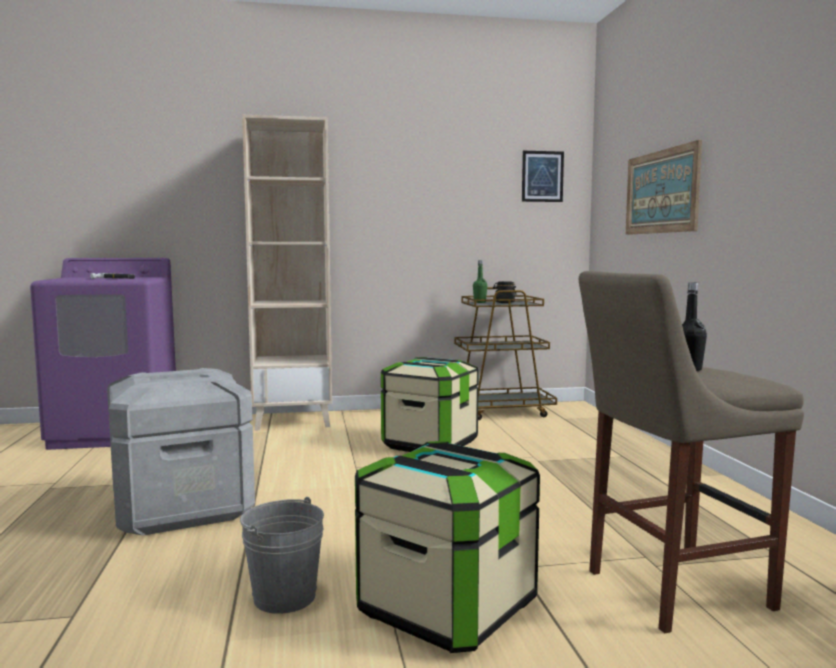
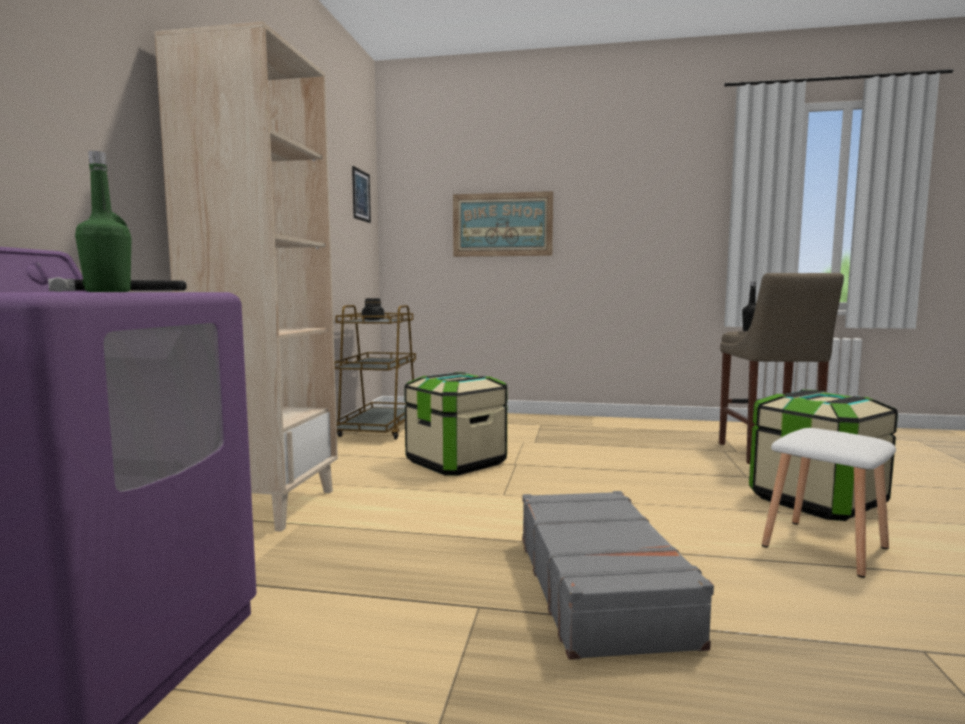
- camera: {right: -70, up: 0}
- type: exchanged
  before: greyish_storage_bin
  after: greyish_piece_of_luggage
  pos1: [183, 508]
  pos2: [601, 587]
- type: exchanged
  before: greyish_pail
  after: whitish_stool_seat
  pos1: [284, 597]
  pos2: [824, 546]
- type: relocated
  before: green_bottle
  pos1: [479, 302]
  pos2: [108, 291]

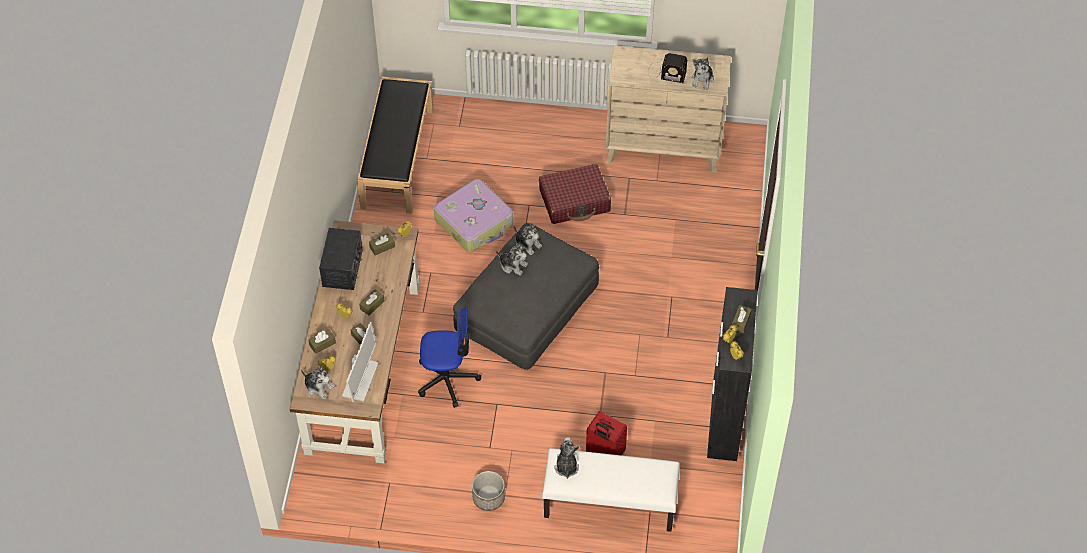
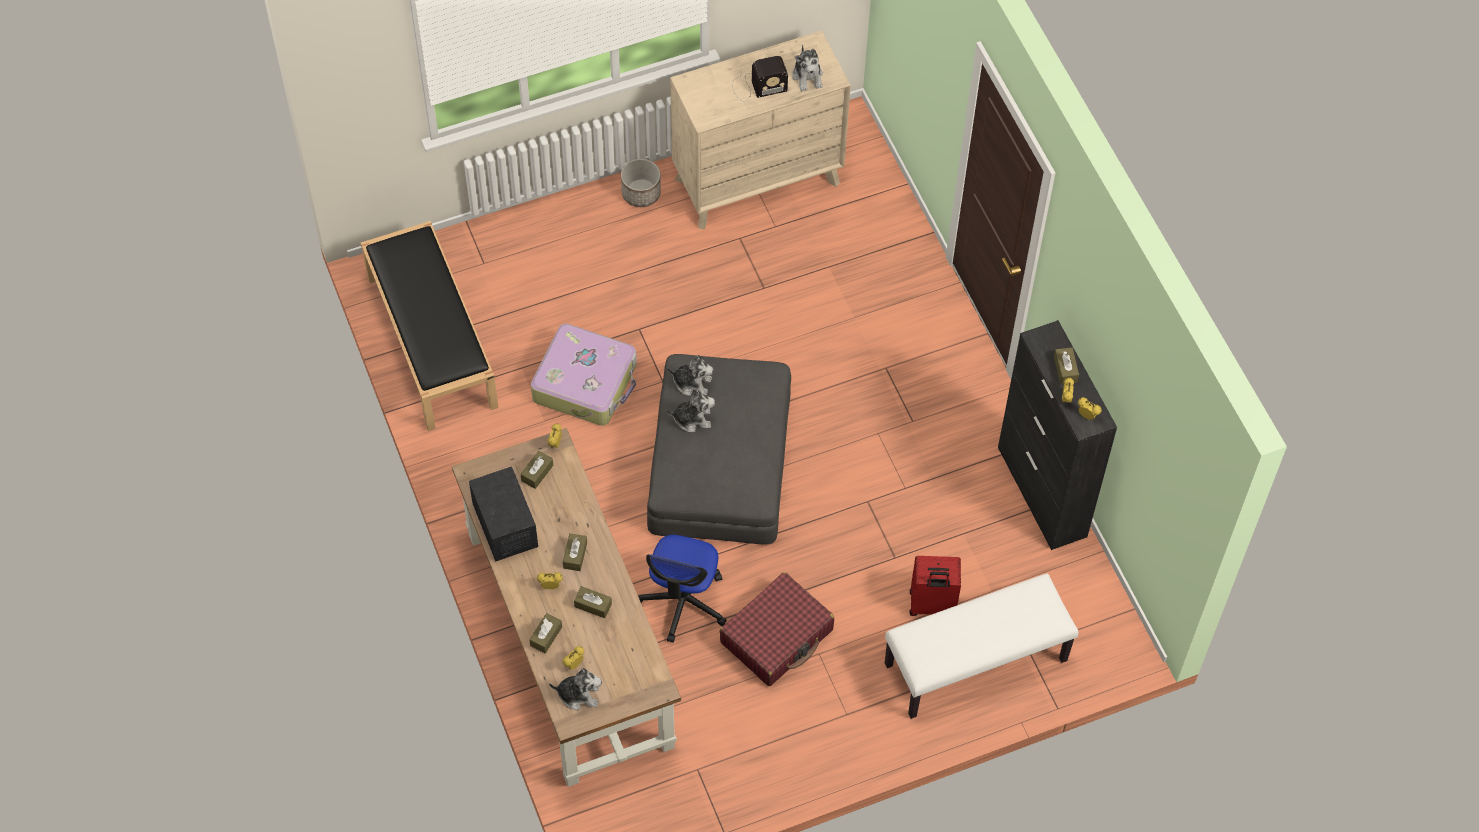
- camera: {right: -30, up: 5}
- type: missing
  before: computer_display
  pos1: [360, 380]
- type: spun
  before: office_chair
  pos1: [447, 379]
  pos2: [683, 602]
  turn: 135
- type: relocated
  before: flower_pot
  pos1: [489, 498]
  pos2: [641, 193]
- type: relocated
  before: red_piece_of_luggage
  pos1: [575, 201]
  pos2: [777, 636]
- type: missing
  before: plush_toy
  pos1: [566, 466]

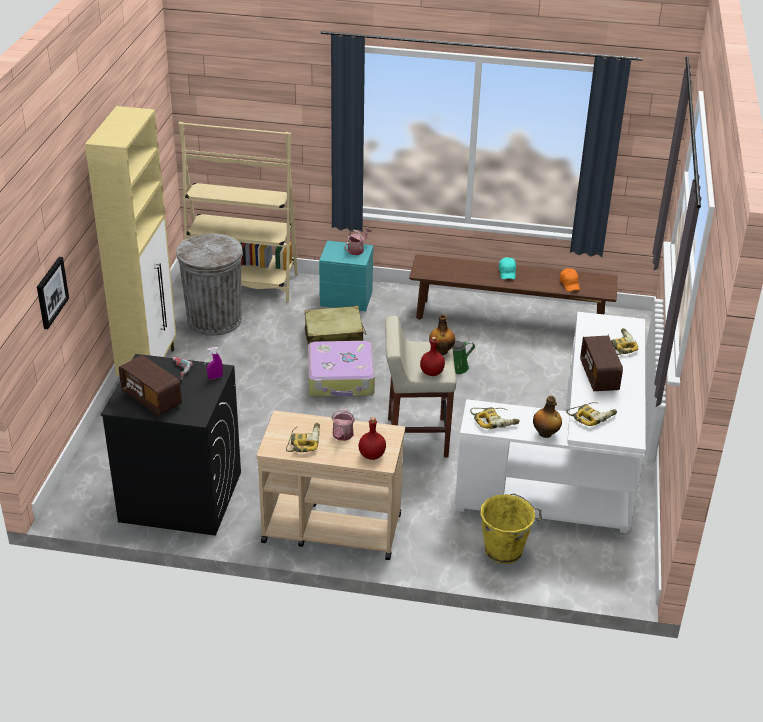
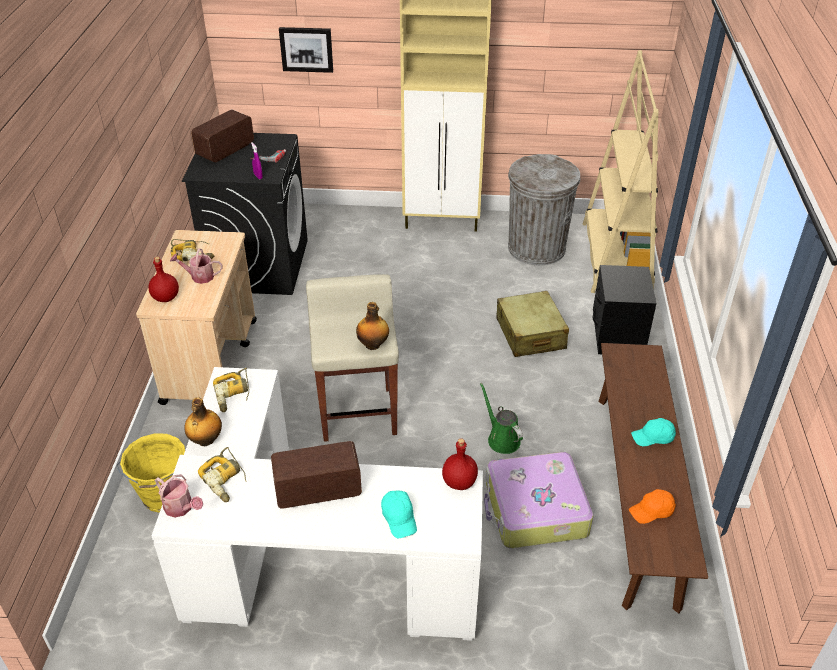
- camera: {right: 85, up: 5}
- type: relocated
  before: piece_of_luggage
  pos1: [341, 379]
  pos2: [535, 510]
- type: colour
  before: turquoise-coloured_nightstand
  after: black_nightstand
  pos1: [346, 299]
  pos2: [617, 336]
- type: relocated
  before: sprinkling_can
  pos1: [357, 250]
  pos2: [181, 508]
- type: relocated
  before: red_bottle
  pos1: [431, 373]
  pos2: [459, 482]
- type: exchanged
  before: power_drill
  after: turquoise-coloured_baseball_cap
  pos1: [620, 345]
  pos2: [399, 518]

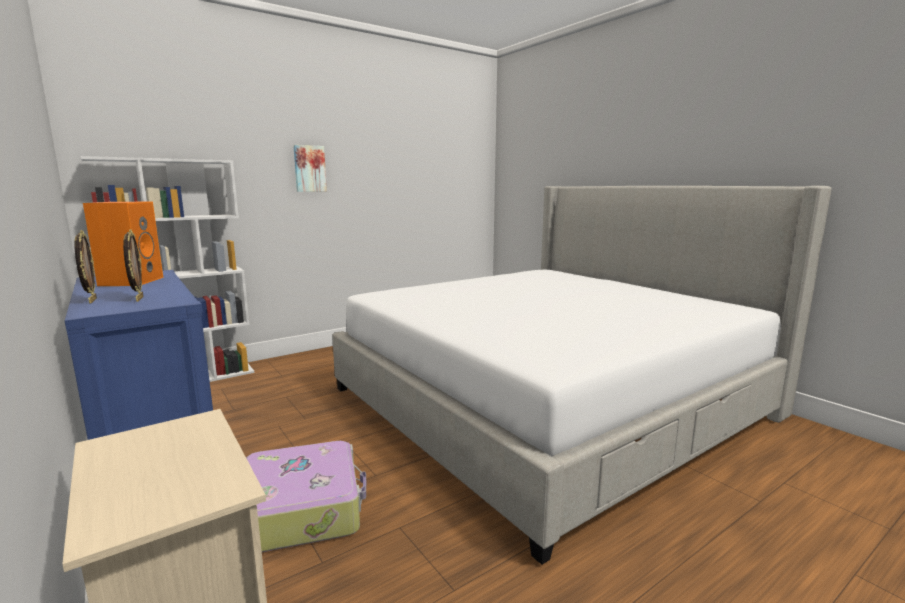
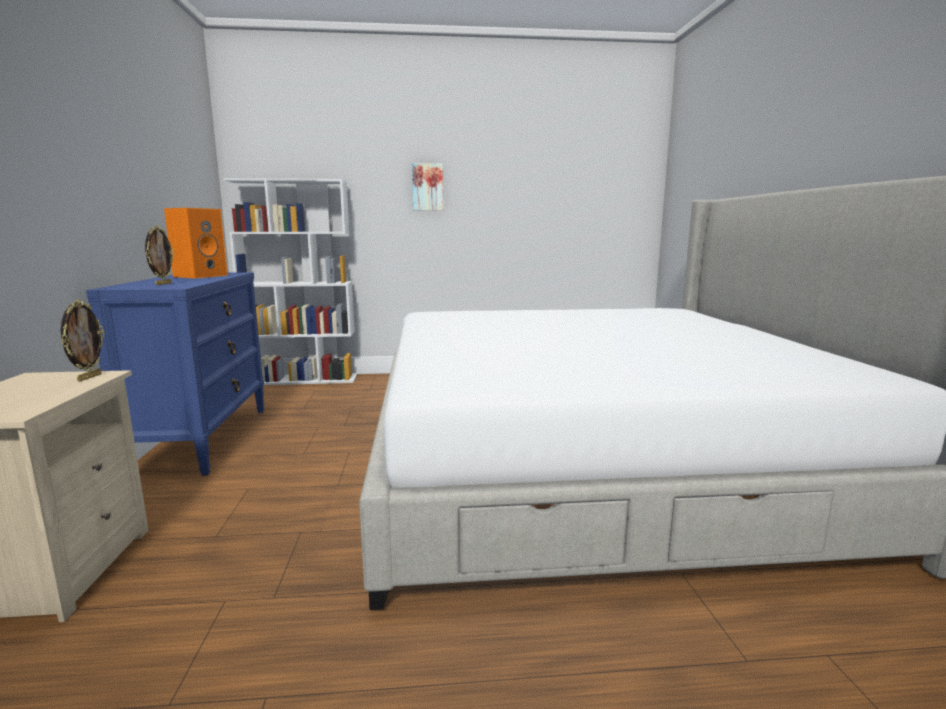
- camera: {right: 30, up: 0}
- type: relocated
  before: picture_frame
  pos1: [91, 301]
  pos2: [89, 377]
- type: missing
  before: piece_of_luggage
  pos1: [302, 509]

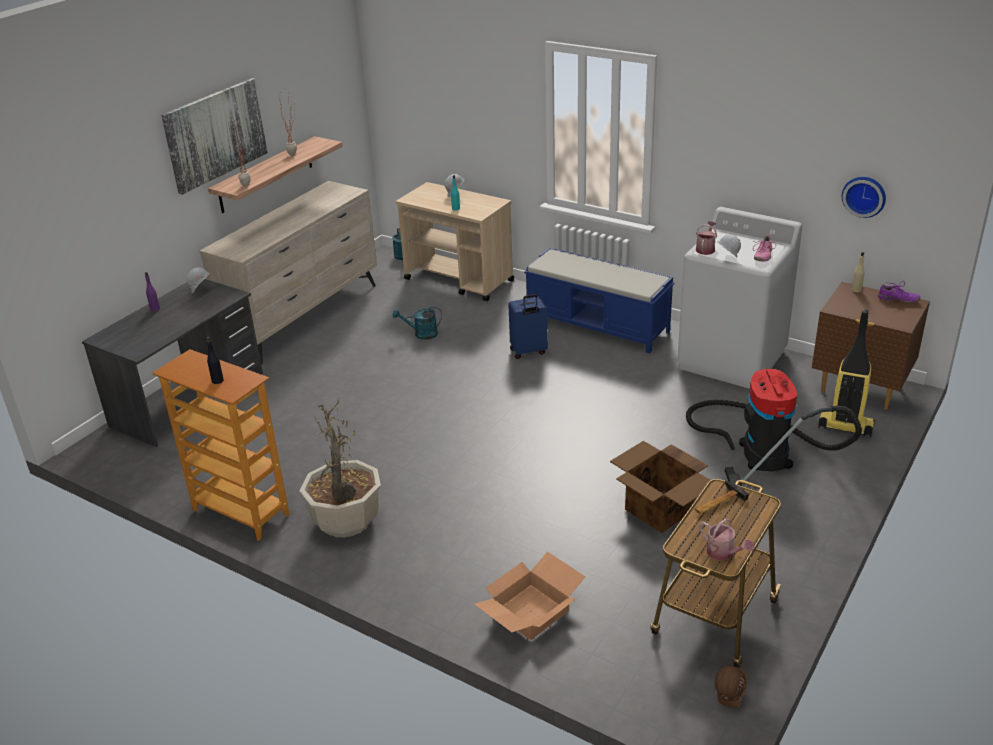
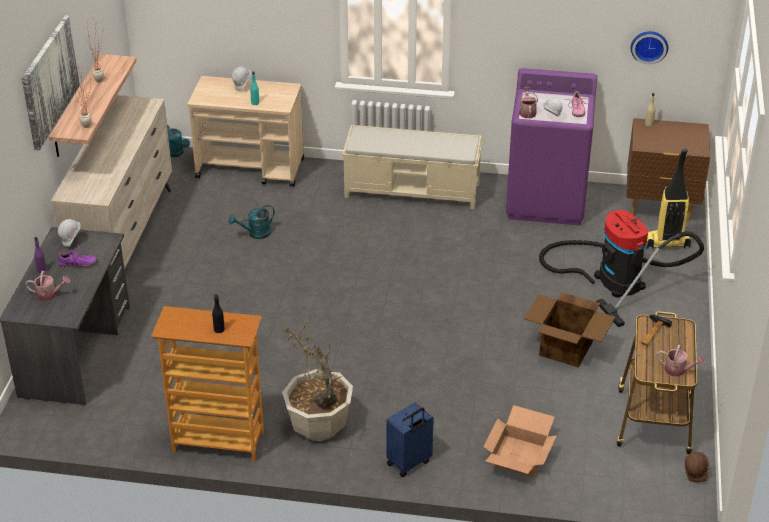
- camera: {right: -25, up: 5}
- type: relocated
  before: bluish_piece_of_luggage
  pos1: [528, 352]
  pos2: [409, 463]
- type: colour
  before: bluish_indoor_bench
  after: beige-coloured_indoor_bench
  pos1: [598, 325]
  pos2: [413, 191]
- type: colour
  before: whitish_laundry_appliance
  after: purple-coloured_laundry_appliance
  pos1: [732, 360]
  pos2: [547, 200]
- type: relocated
  before: purple-coloured_low_shoe
  pos1: [897, 300]
  pos2: [77, 264]
- type: appeared
  after: sprinkling_can
  pos2: [49, 295]

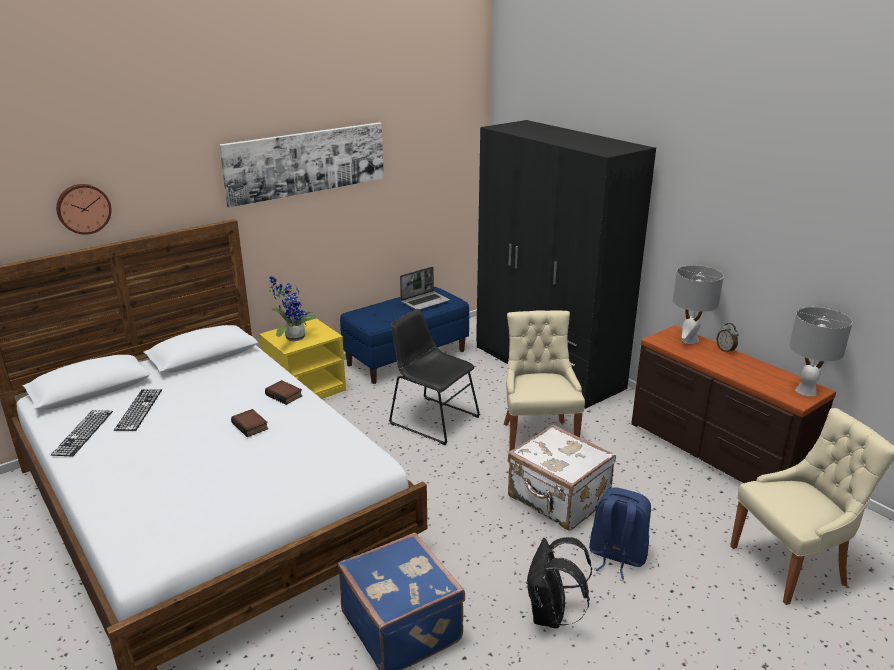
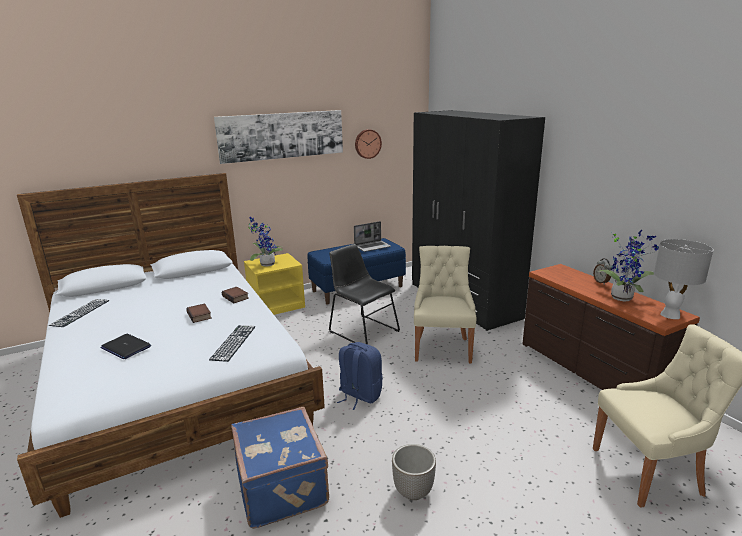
- camera: {right: 10, up: -5}
- type: relocated
  before: wall_clock
  pos1: [83, 208]
  pos2: [367, 144]
- type: relocated
  before: computer_keyboard
  pos1: [139, 409]
  pos2: [233, 342]
- type: missing
  before: whitish_piece_of_luggage
  pos1: [558, 500]
- type: exchanged
  before: black_rucksack
  after: flower_pot
  pos1: [551, 615]
  pos2: [413, 492]
- type: relocated
  before: bluish_rucksack
  pos1: [616, 556]
  pos2: [359, 395]
- type: missing
  before: greyish_lamp_for_a_table
  pos1: [689, 340]
- type: appeared
  after: portable_computer
  pos2: [126, 347]
- type: appeared
  after: plant_in_a_pot
  pos2: [623, 297]

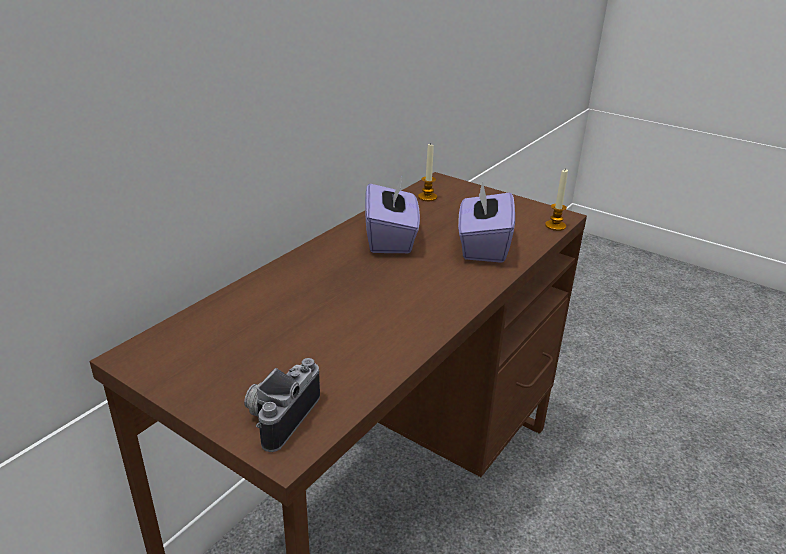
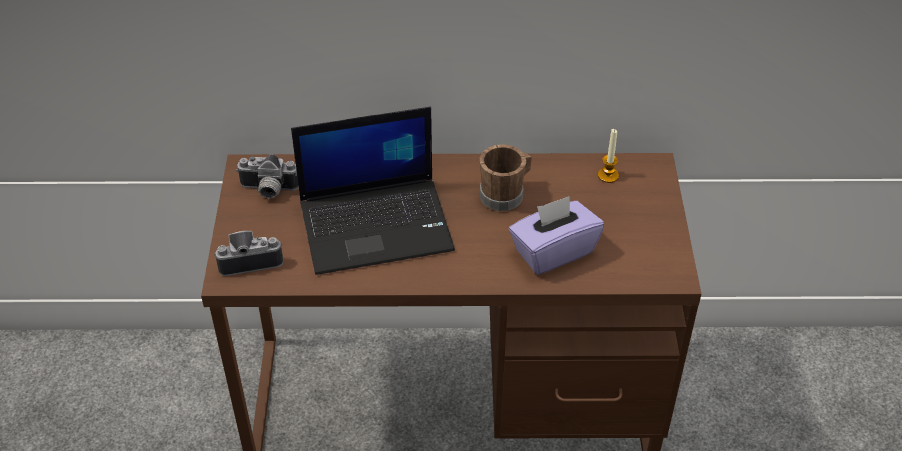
- camera: {right: 55, up: 15}
- type: exchanged
  before: purple-coloured_box_of_tissues
  after: brown-coloured_tea_mug
  pos1: [391, 239]
  pos2: [505, 194]
- type: missing
  before: candle
  pos1: [555, 226]
- type: appeared
  after: photo_camera
  pos2: [268, 191]
- type: appeared
  after: portable_computer
  pos2: [377, 224]

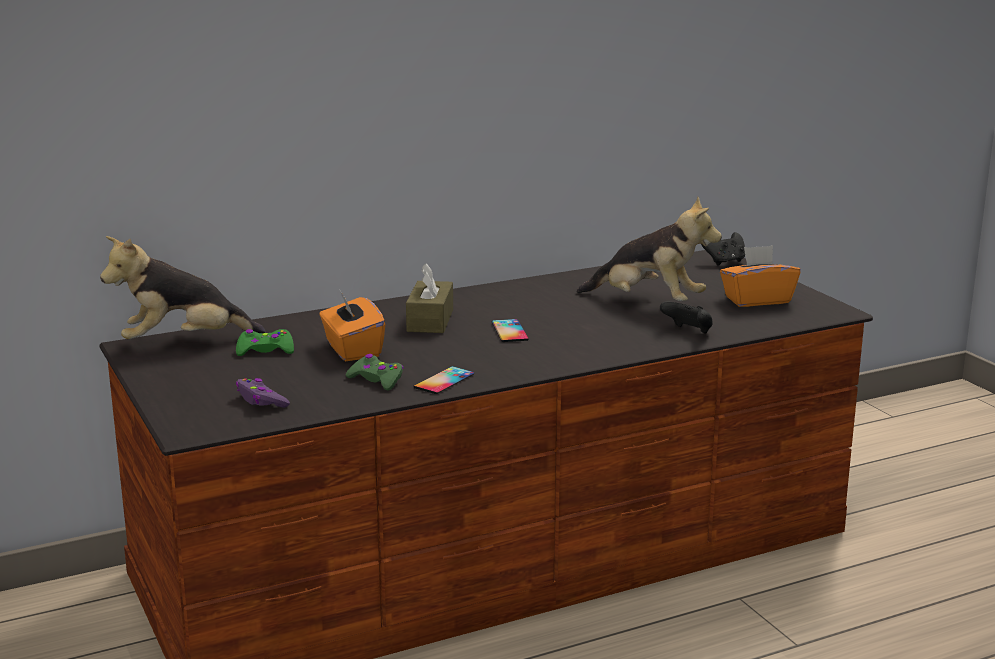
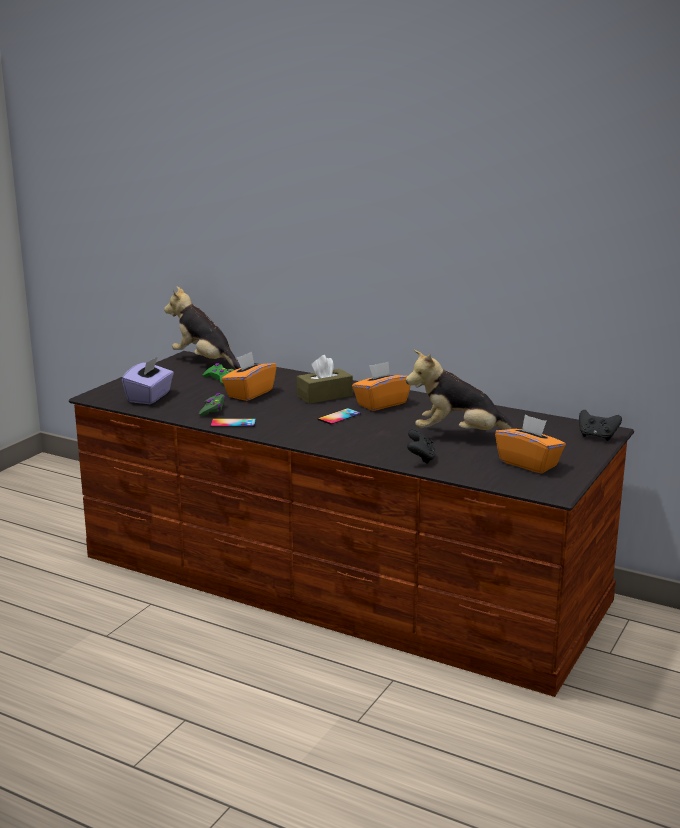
- camera: {right: 55, up: 0}
- type: exchanged
  before: purple-coloured_game_controller
  after: purple-coloured_box_of_tissues
  pos1: [261, 401]
  pos2: [149, 397]
- type: spun
  before: plush_toy
  pos1: [648, 302]
  pos2: [460, 436]
  turn: 105
- type: appeared
  after: orange_box_of_tissues
  pos2: [381, 404]

